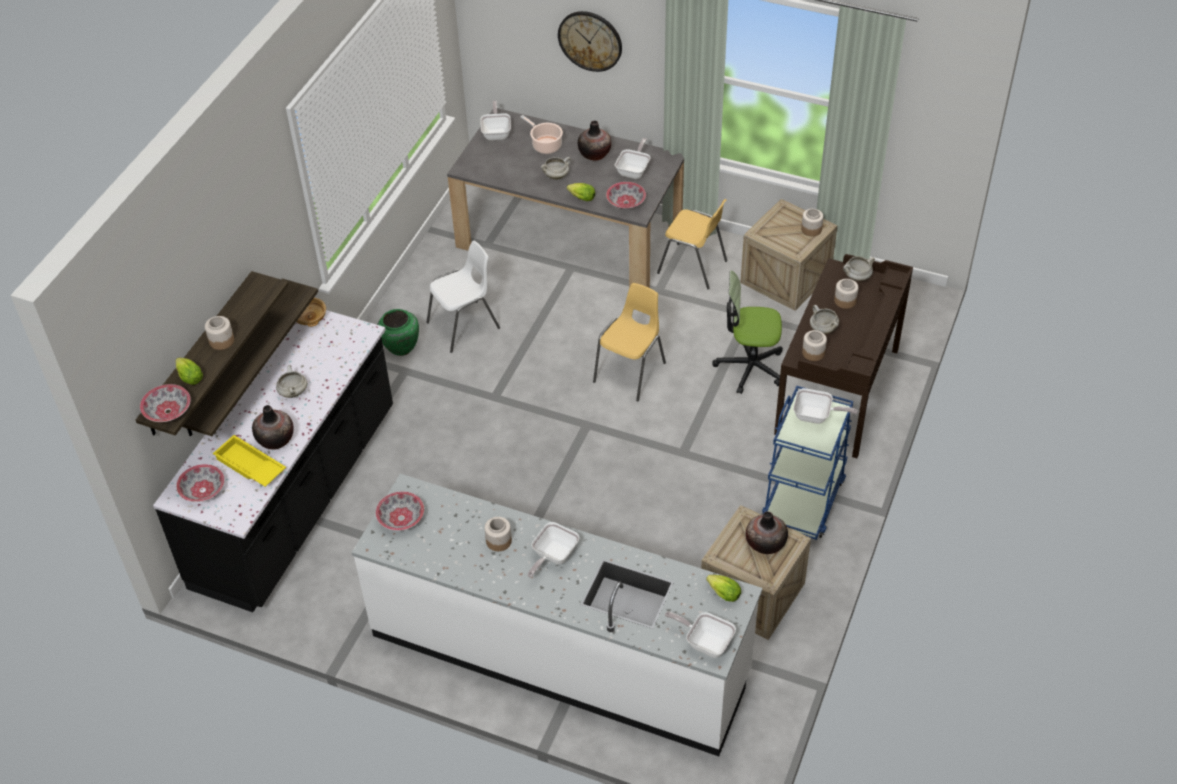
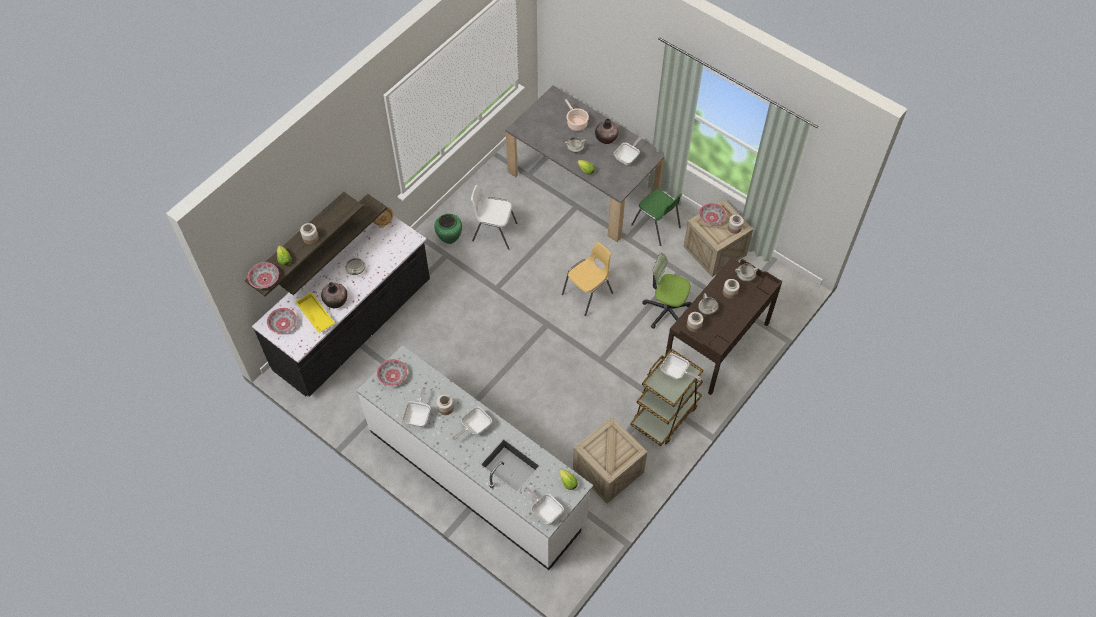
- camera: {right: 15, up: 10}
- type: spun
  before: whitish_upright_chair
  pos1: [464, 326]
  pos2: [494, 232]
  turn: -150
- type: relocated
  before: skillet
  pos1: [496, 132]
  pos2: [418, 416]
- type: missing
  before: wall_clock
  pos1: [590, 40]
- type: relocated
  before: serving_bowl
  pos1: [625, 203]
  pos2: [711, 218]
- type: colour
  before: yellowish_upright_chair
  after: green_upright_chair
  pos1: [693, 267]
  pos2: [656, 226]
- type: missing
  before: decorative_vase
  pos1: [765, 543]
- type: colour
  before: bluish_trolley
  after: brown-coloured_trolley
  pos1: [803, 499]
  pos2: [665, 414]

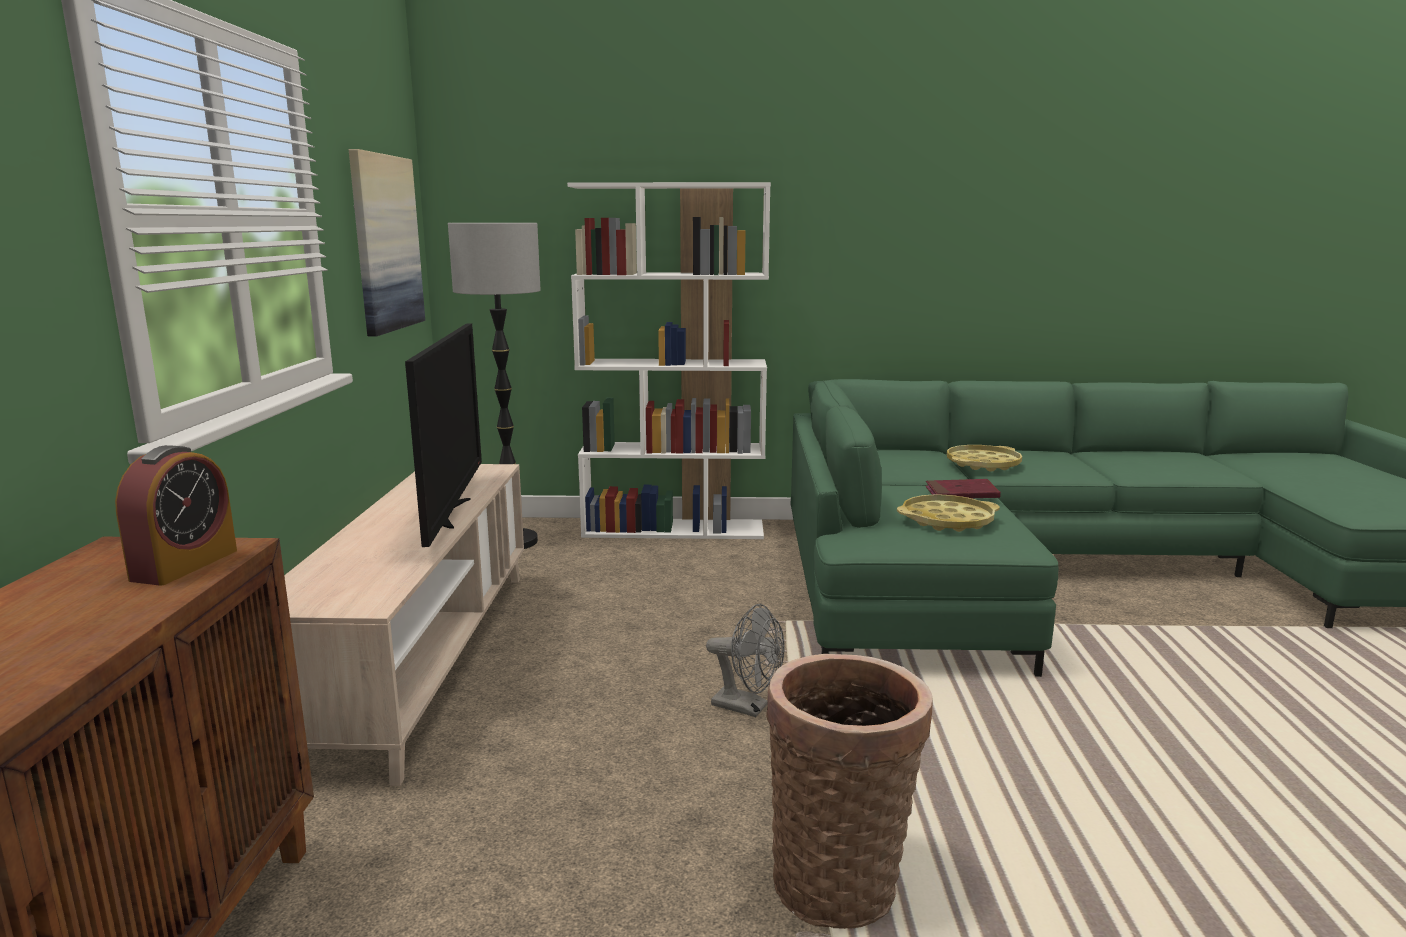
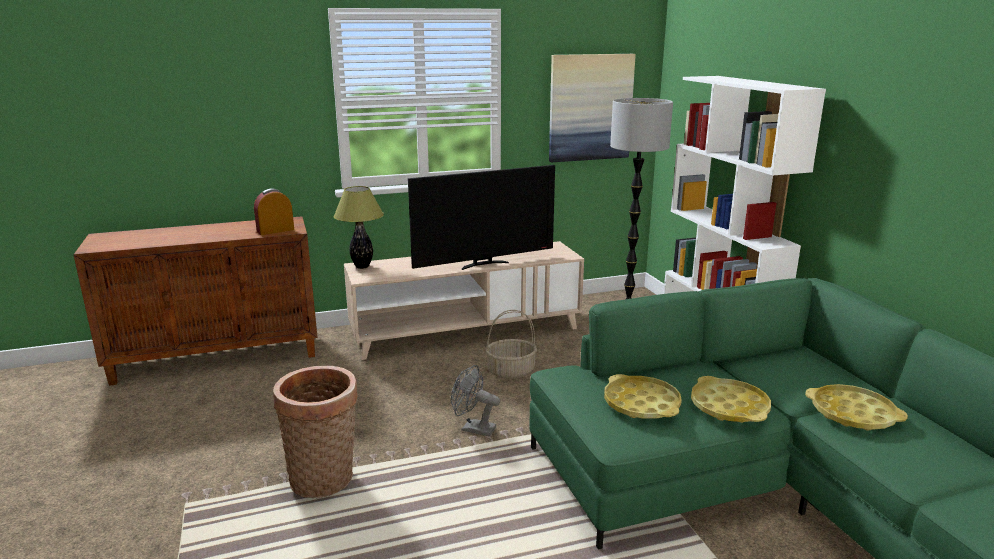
- camera: {right: 70, up: 5}
- type: spun
  before: bedside_clock
  pos1: [185, 565]
  pos2: [275, 230]
  turn: 150
- type: spun
  before: greyish_cooling_fan
  pos1: [748, 707]
  pos2: [473, 428]
  turn: 105
- type: exchanged
  before: red_bound_book
  after: yellowish_tray
  pos1: [961, 493]
  pos2: [729, 407]
- type: appeared
  after: lamp_for_a_table
  pos2: [362, 267]
- type: appeared
  after: basket
  pos2: [511, 371]

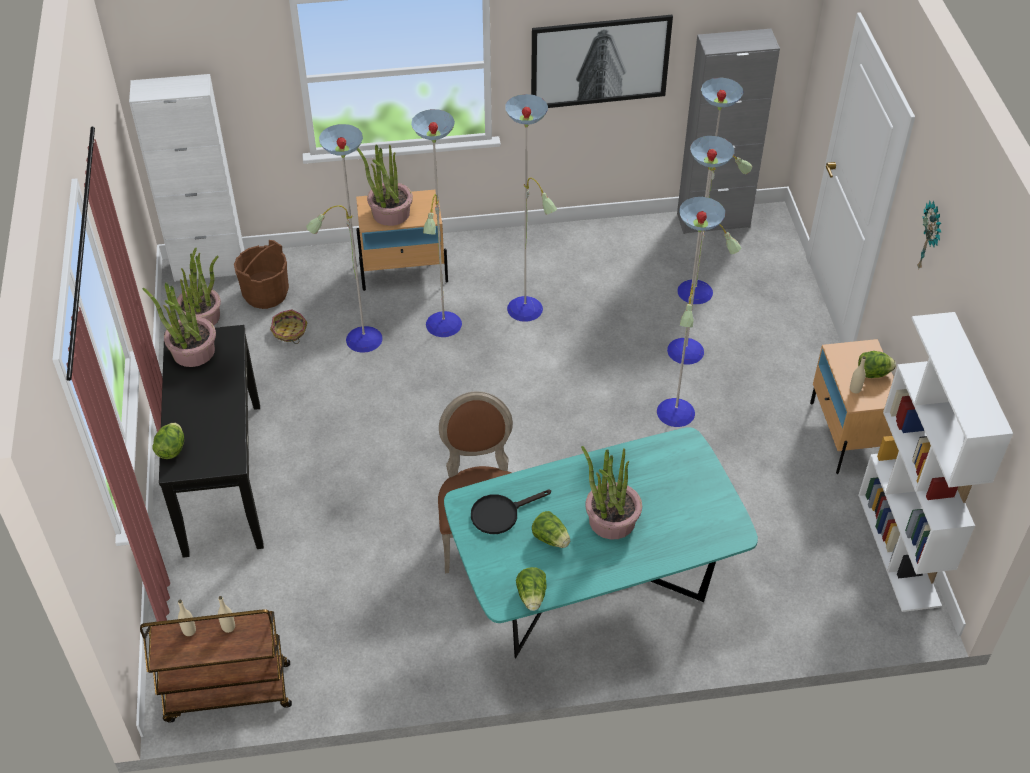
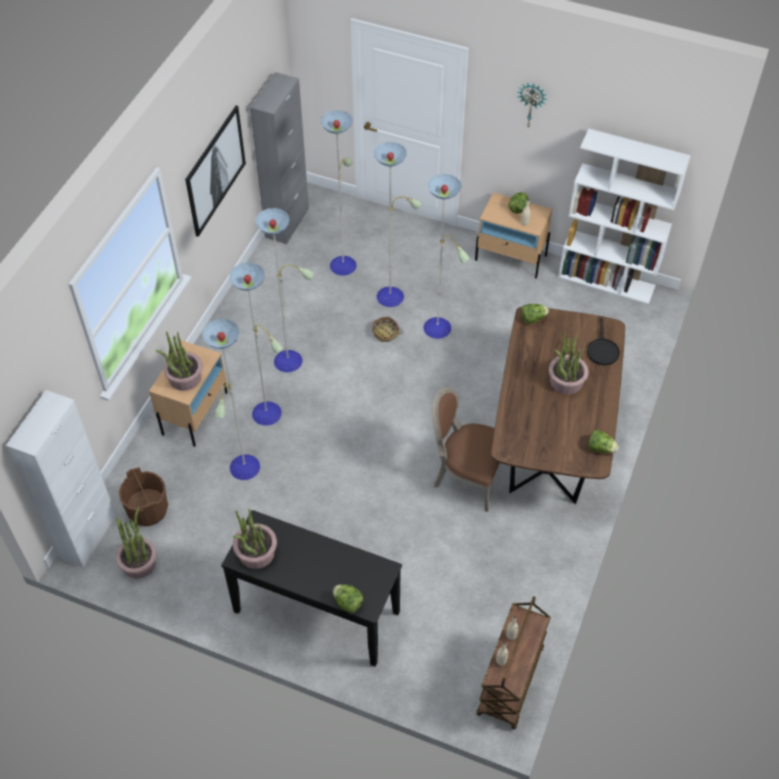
- camera: {right: -60, up: 5}
- type: relocated
  before: basket
  pos1: [289, 332]
  pos2: [386, 333]
- type: colour
  before: turquoise-coloured_dinner_table
  after: brown-coloured_dinner_table
  pos1: [593, 592]
  pos2: [550, 439]
- type: relocated
  before: black_skillet
  pos1: [500, 513]
  pos2: [602, 349]
- type: relocated
  before: lettuce
  pos1: [551, 538]
  pos2: [533, 318]

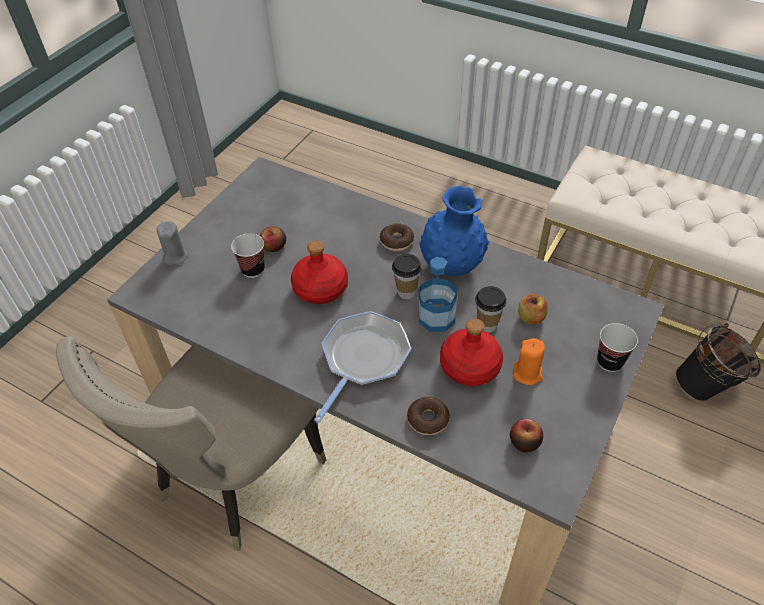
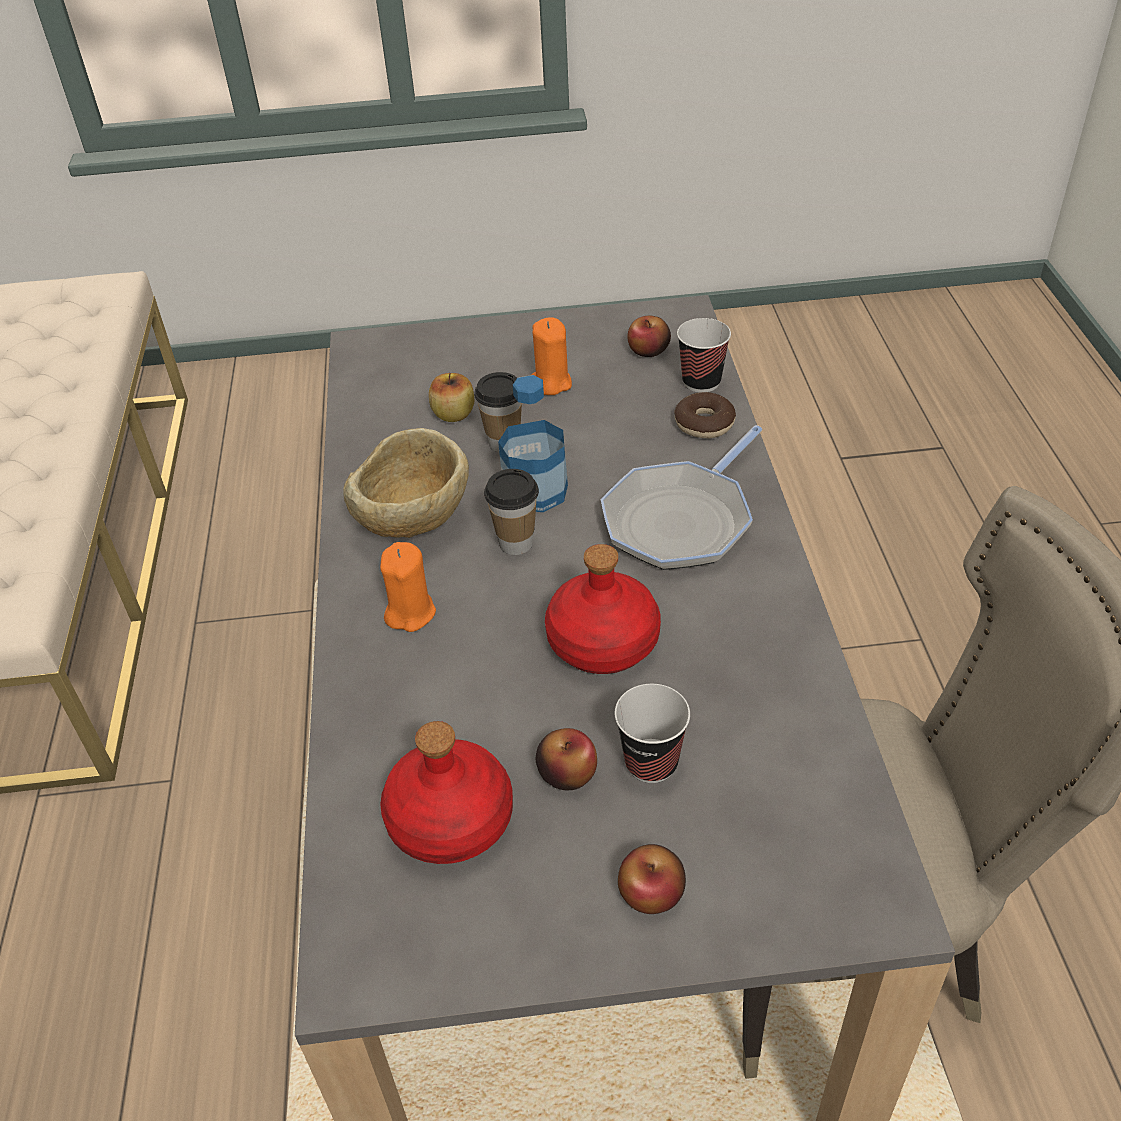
- camera: {right: -125, up: -5}
- type: missing
  before: greyish_candle
  pos1: [175, 256]
- type: spun
  before: skillet
  pos1: [363, 359]
  pos2: [681, 520]
  turn: -45
- type: exchanged
  before: doughnut
  after: orange_candle
  pos1: [396, 241]
  pos2: [410, 613]
- type: exchanged
  before: bluish_decorative_vase
  after: beige-coloured_serving_bowl
  pos1: [452, 265]
  pos2: [414, 525]
- type: relocated
  before: red_bottle
  pos1: [470, 367]
  pos2: [451, 819]
- type: relocated
  before: drinking_cup
  pos1: [610, 362]
  pos2: [701, 382]
- type: missing
  before: black_pail
  pos1: [707, 388]
- type: appeared
  after: apple_fruit
  pos2: [651, 893]

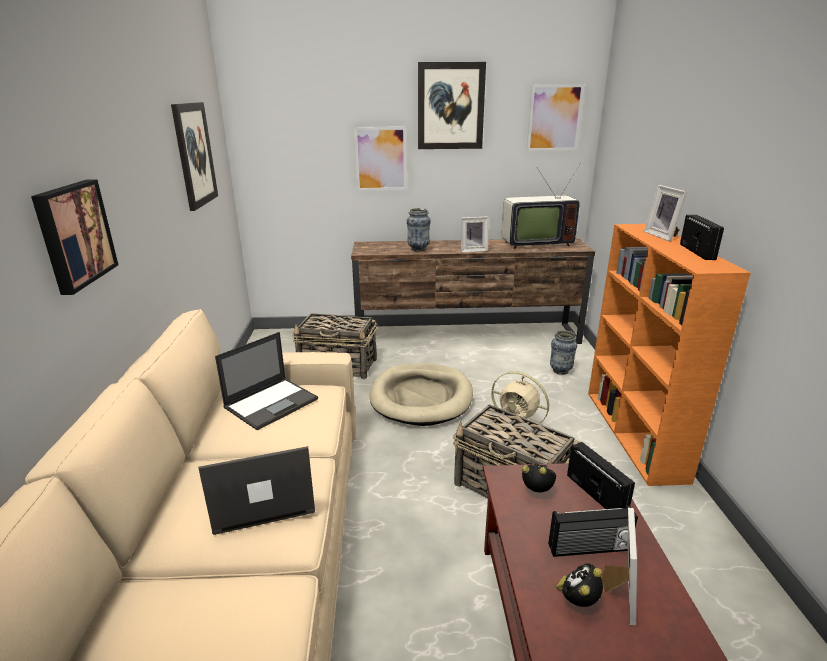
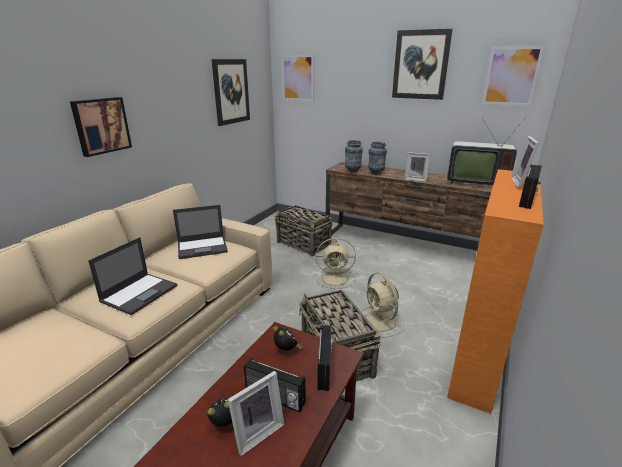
- camera: {right: 30, up: 0}
- type: spun
  before: portable_computer
  pos1: [261, 498]
  pos2: [140, 293]
  turn: 105
- type: relocated
  before: picture
  pos1: [381, 159]
  pos2: [298, 78]
- type: exchanged
  before: beige-coloured_dog_cushion
  after: beige-coloured_cooling_fan
  pos1: [421, 397]
  pos2: [336, 278]
- type: relocated
  before: decorative_vase
  pos1: [560, 371]
  pos2: [352, 171]

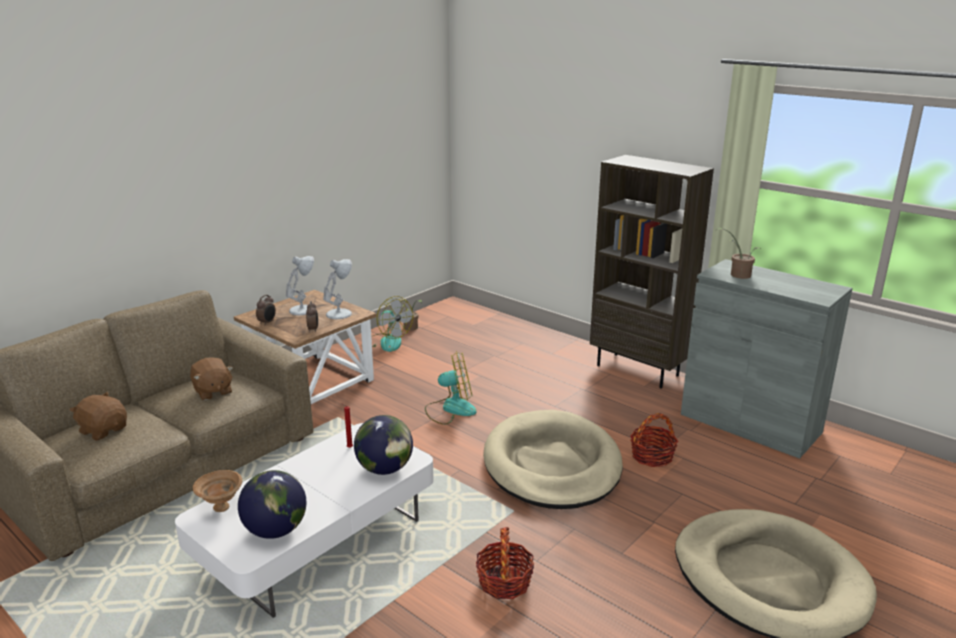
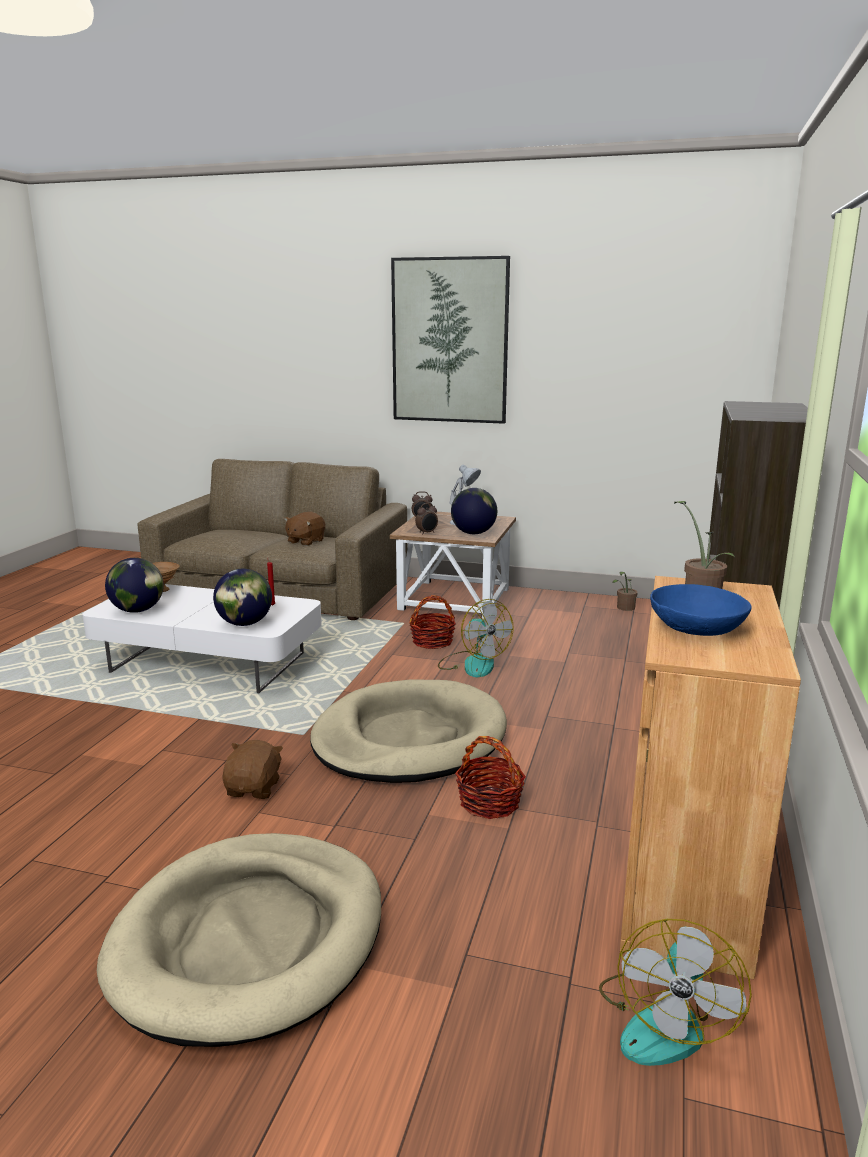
- camera: {right: 65, up: -5}
- type: relocated
  before: brown-coloured_plush_toy
  pos1: [103, 430]
  pos2: [254, 788]
- type: exchanged
  before: whitish_lamp_for_a_table
  after: world_globe
  pos1: [340, 313]
  pos2: [473, 533]
- type: relocated
  before: cooling_fan
  pos1: [386, 342]
  pos2: [664, 1021]
- type: relocated
  before: basket
  pos1: [504, 582]
  pos2: [432, 641]
- type: colour
  before: greyish_cabinet
  after: brown-coloured_cabinet
  pos1: [750, 423]
  pos2: [685, 882]
- type: appeared
  after: picture
  pos2: [449, 341]
- type: appeared
  after: bluish_serving_bowl
  pos2: [697, 629]

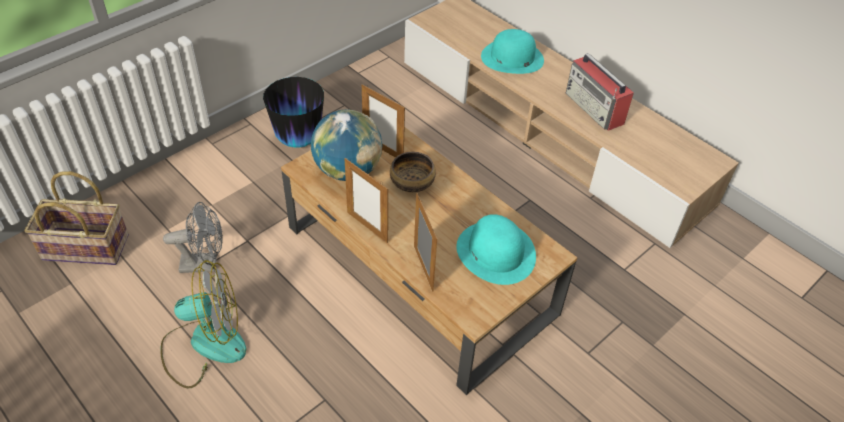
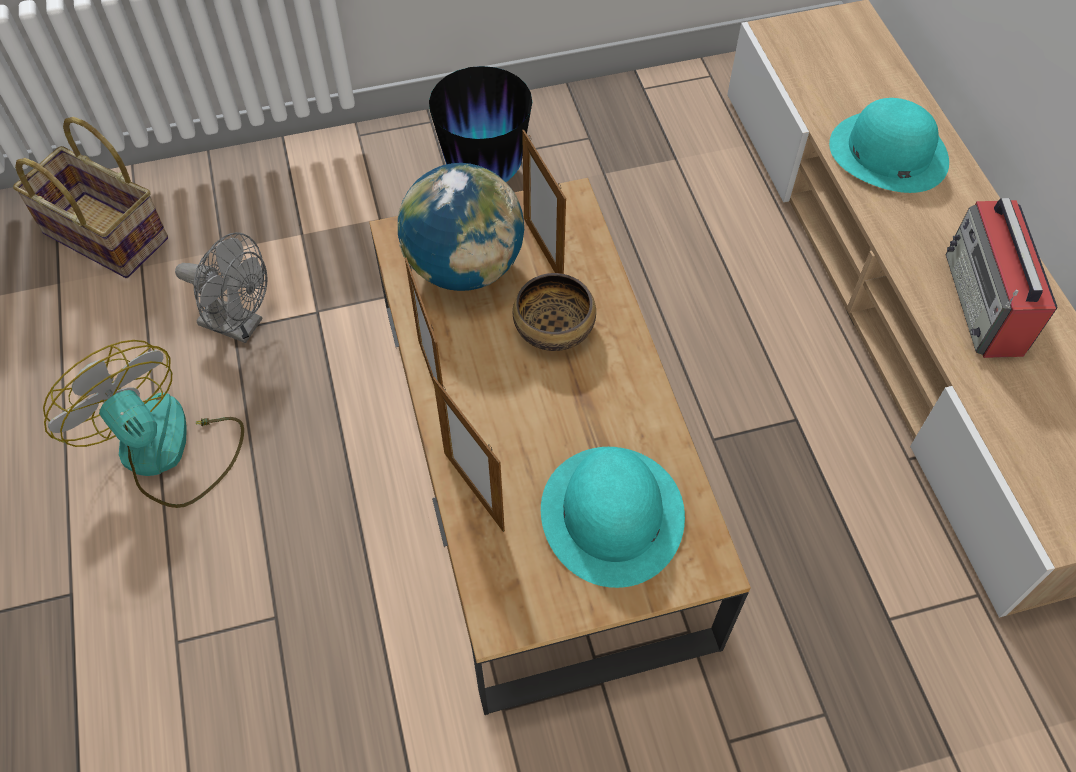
- camera: {right: 30, up: 10}
- type: spun
  before: cooling_fan
  pos1: [204, 344]
  pos2: [167, 451]
  turn: -150
- type: spun
  before: picture_frame
  pos1: [423, 268]
  pos2: [474, 491]
  turn: 135

